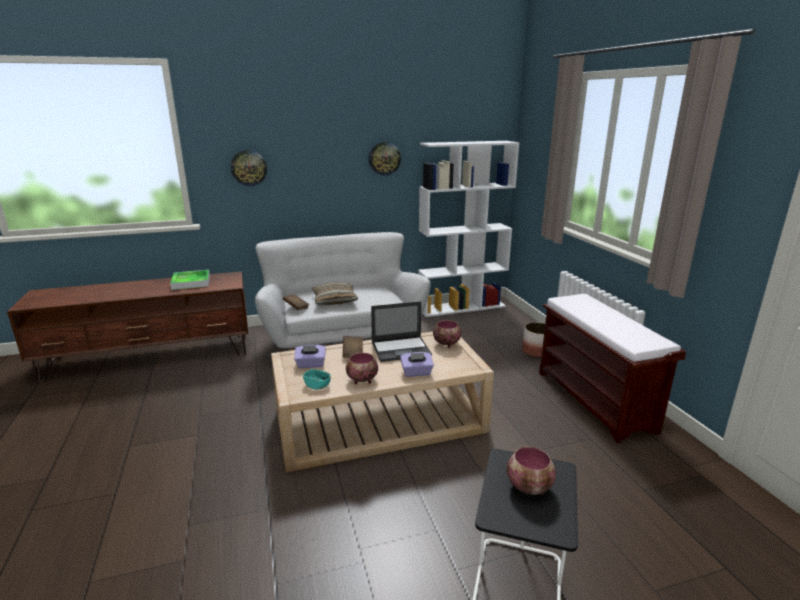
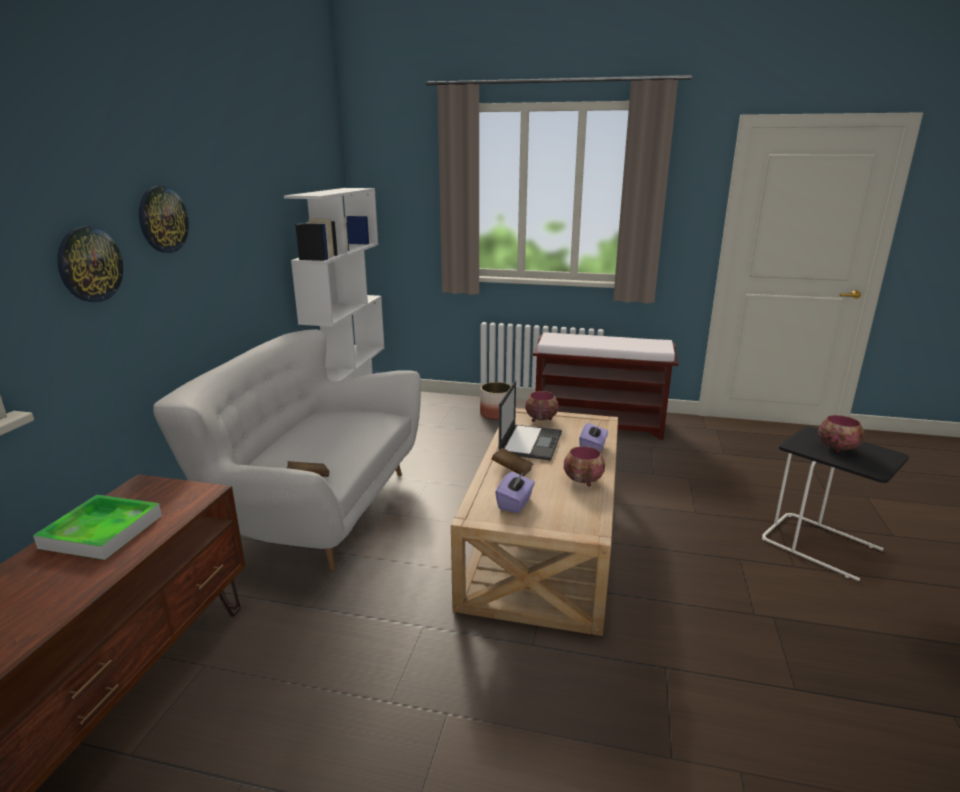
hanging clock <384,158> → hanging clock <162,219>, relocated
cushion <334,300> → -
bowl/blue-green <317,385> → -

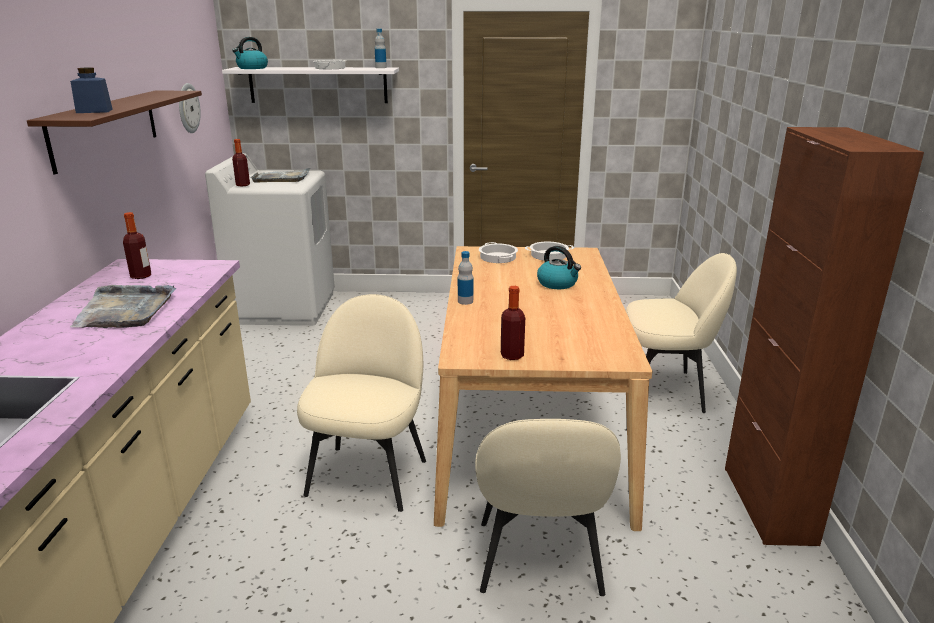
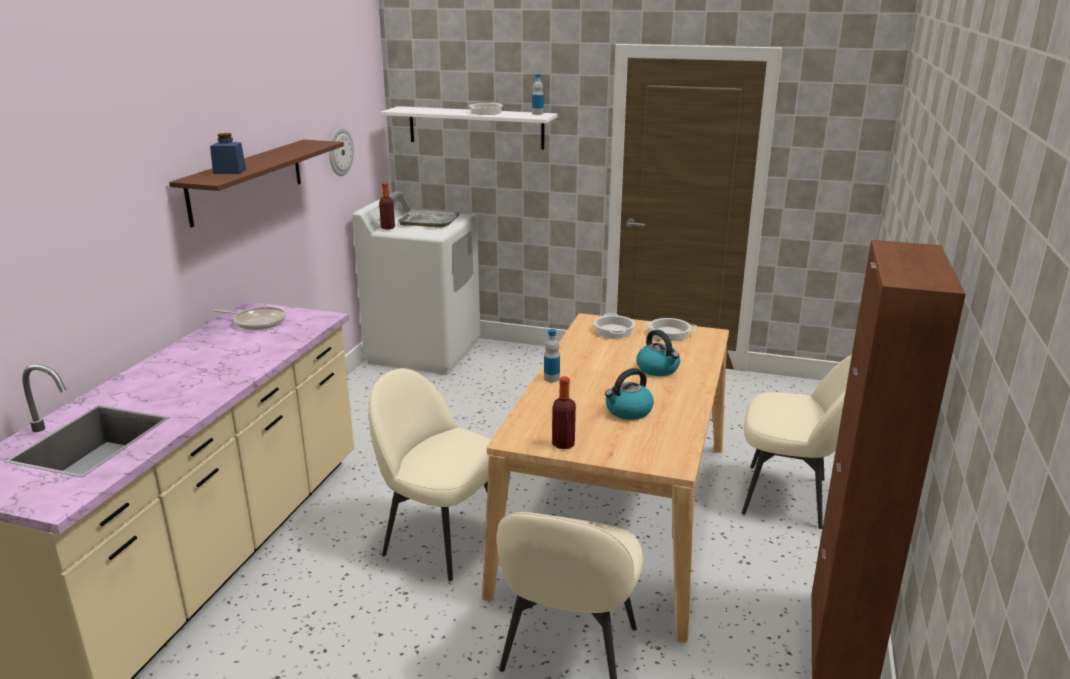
tea kettle <252,68> → tea kettle <628,411>, relocated
drink bottle <141,276> → frying pan <257,322>
serving tray/greyish <125,310> → -
plain chair/sand-coloured <368,475> → plain chair/sand-coloured <440,538>, 90 degrees counterclockwise

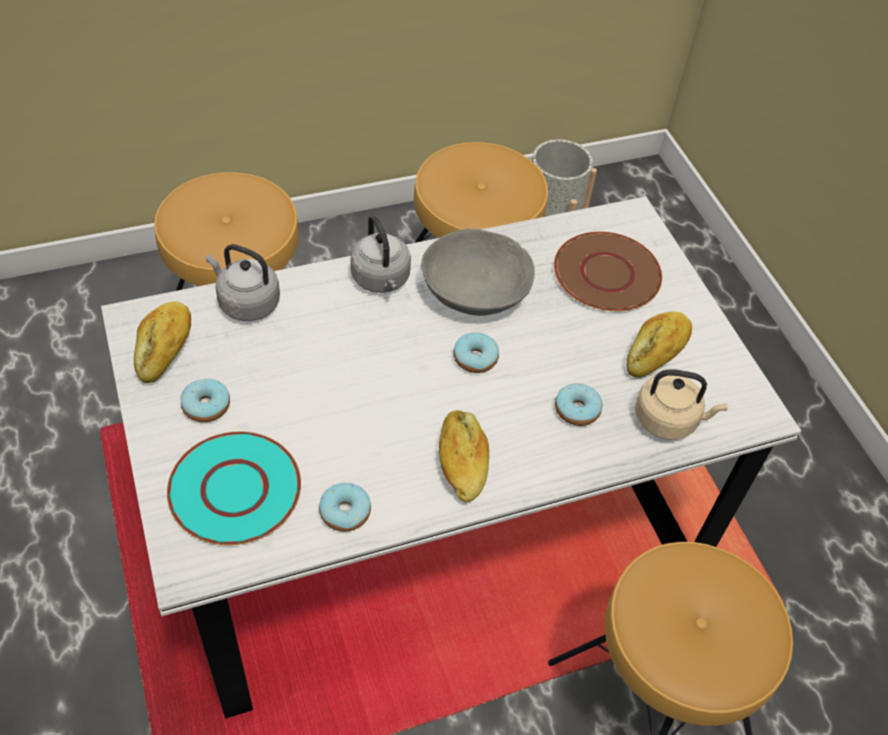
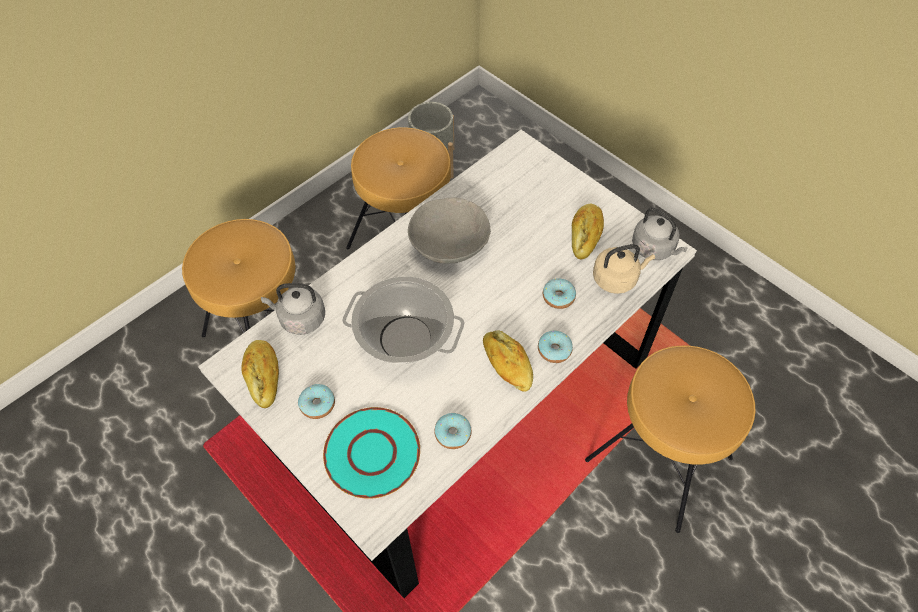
tea kettle/greyish <381,280> → tea kettle/greyish <655,248>, relocated
plate/brownish <607,274> → -
donut <475,358> → donut <554,350>, relocated
- → cooking pot <405,339>

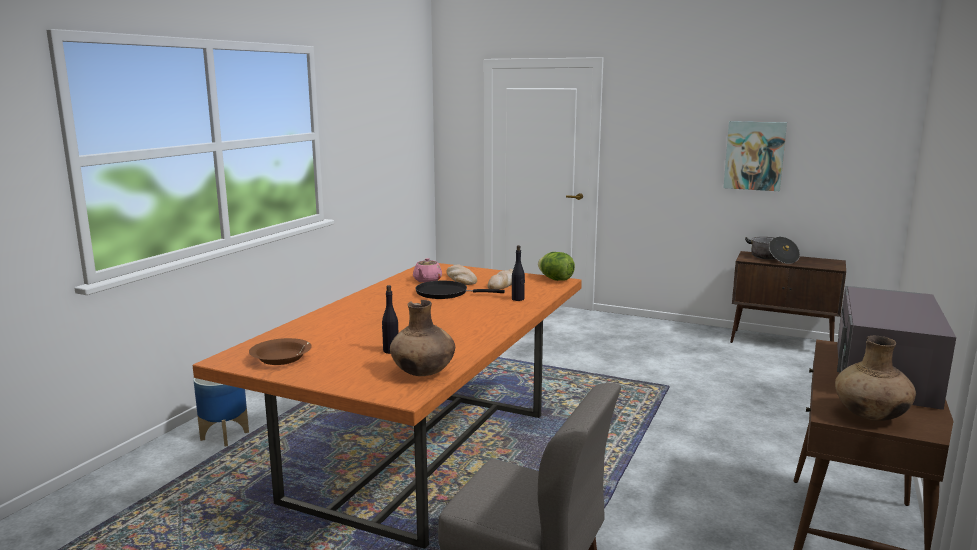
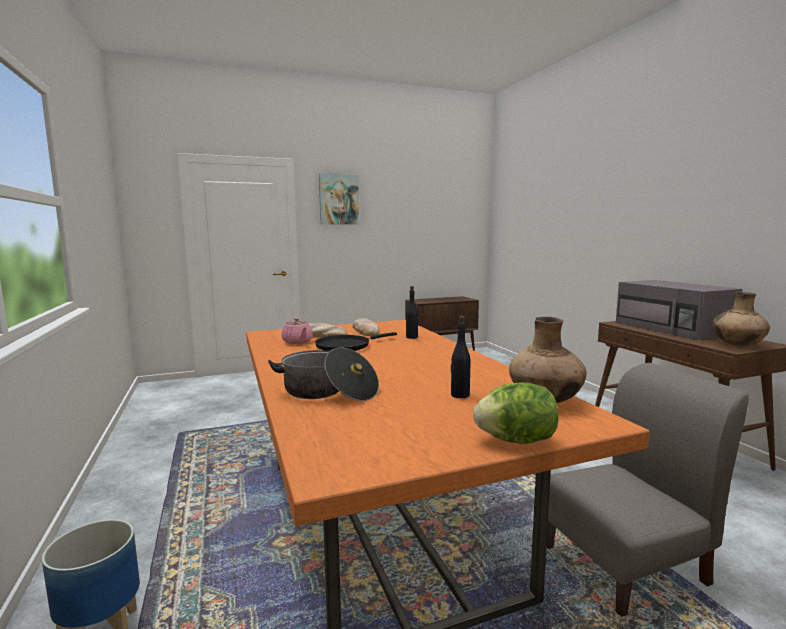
picture <754,155> → picture <339,199>, relocated
cooking pot <772,258> → cooking pot <328,392>, relocated
lettuce head <555,279> → lettuce head <516,441>, relocated
bowl/brownish <281,359> → -

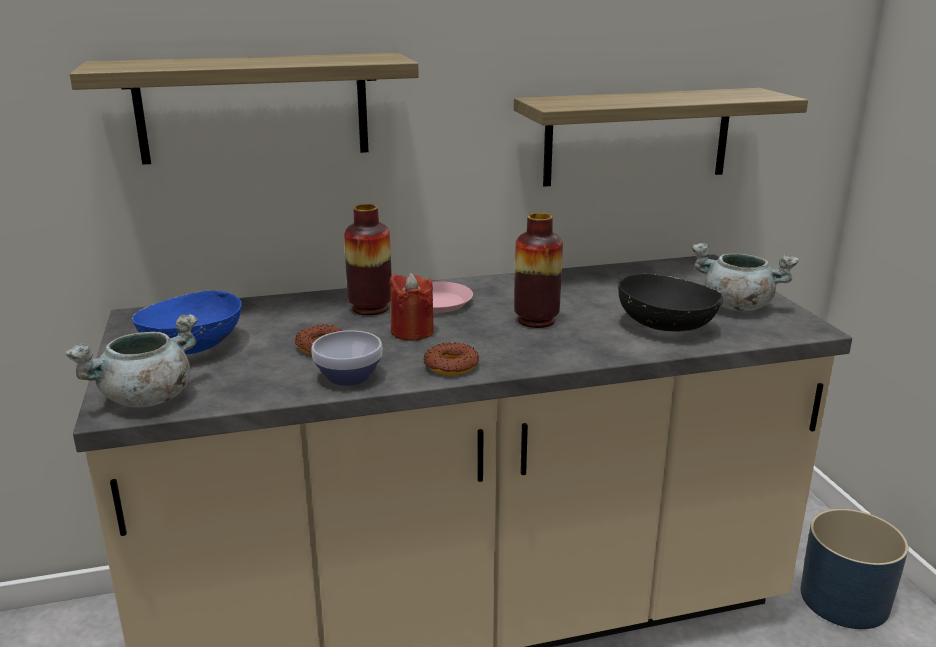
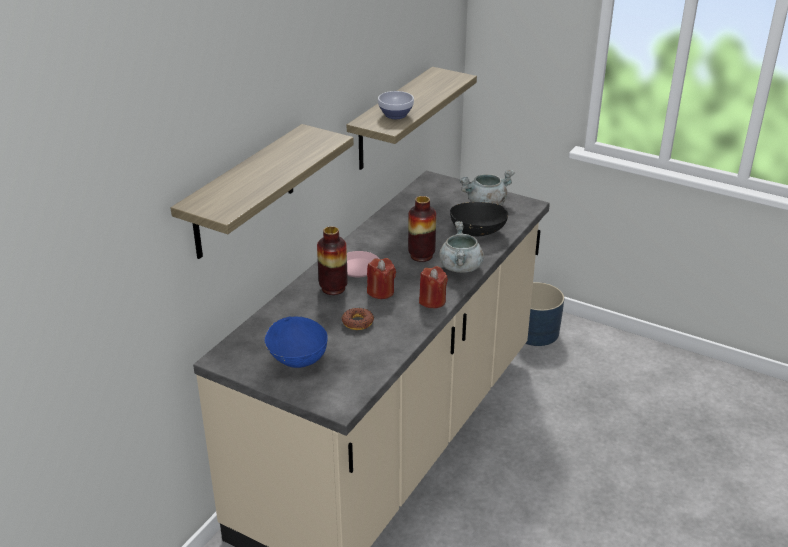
cooking pot/greyish <147,399> → cooking pot/greyish <461,268>, relocated
bowl <348,376> → bowl <395,115>, relocated
donut <451,366> → wax light/red-coloured <432,301>

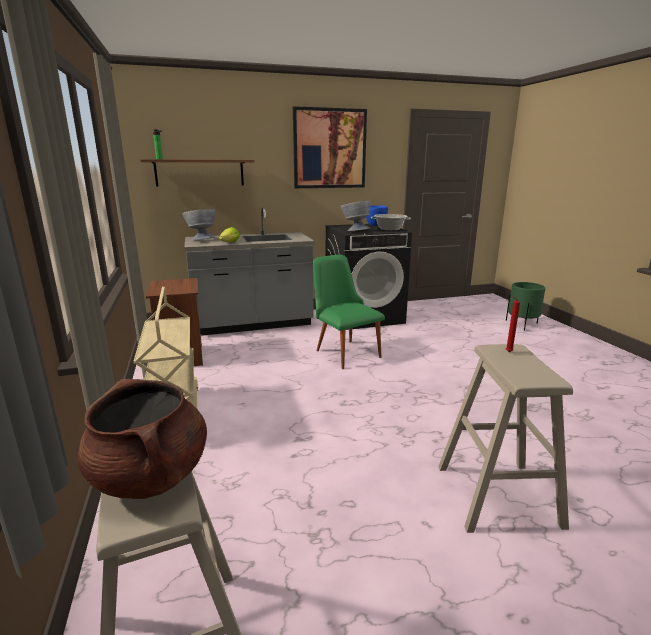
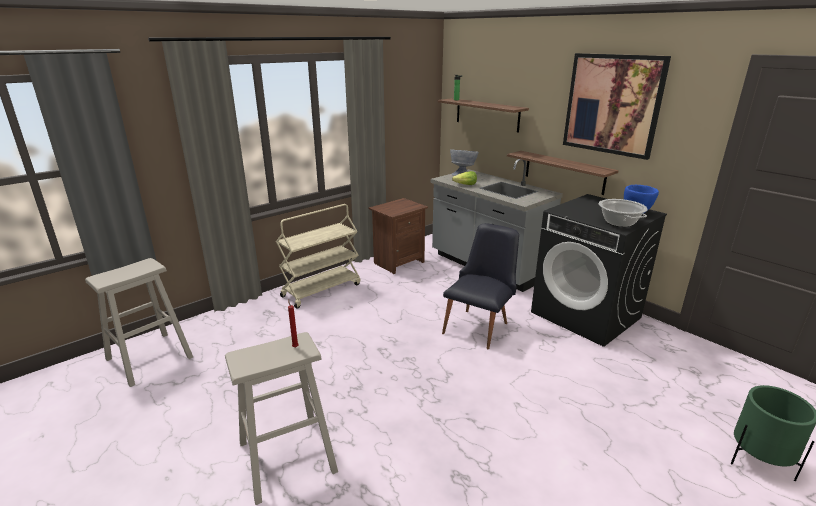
bowl/greyish <355,231> → -
plain chair/greenish <344,351> → plain chair/black <480,325>
cooking pot/brownish <151,476> → -
- → bracket shelf <564,172>

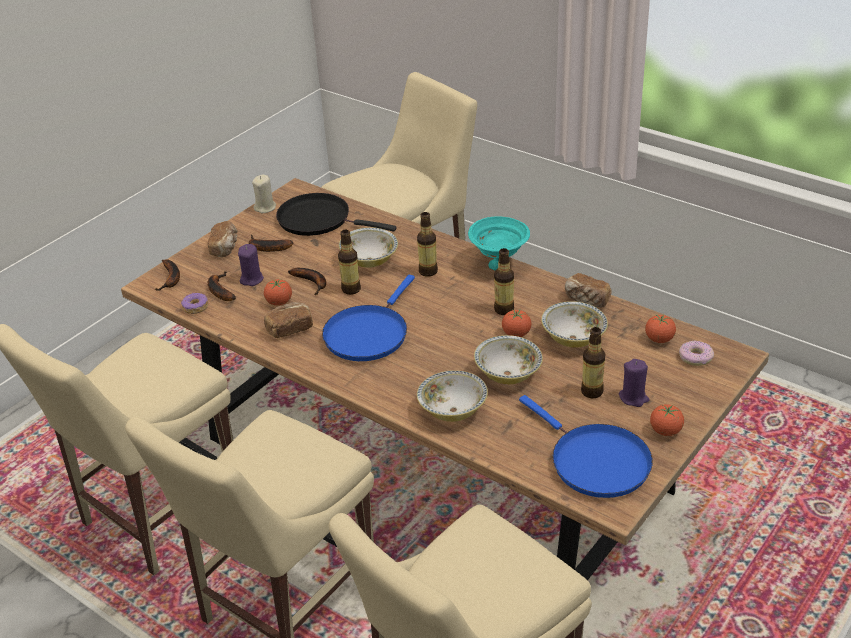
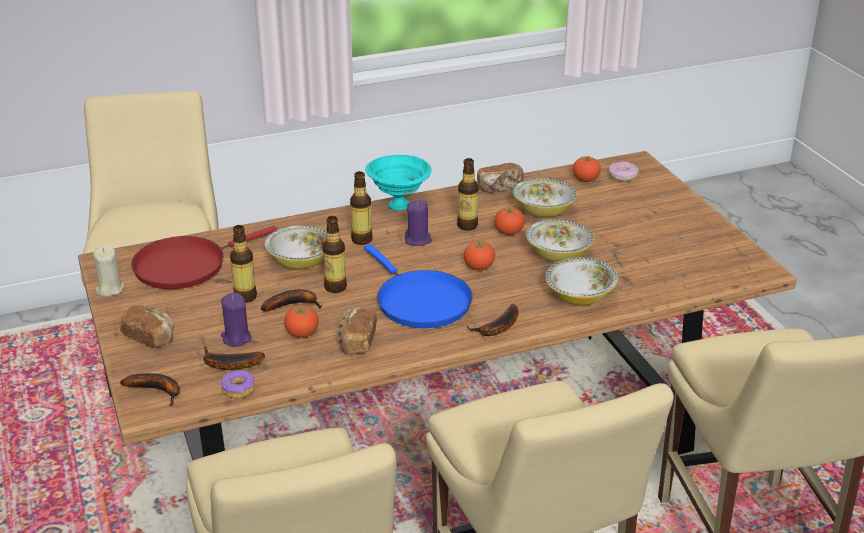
frying pan/black <319,220> → frying pan/red-coloured <185,266>
banana <266,248> → banana <498,328>, relocated
drink bottle <592,391> → drink bottle <245,297>, relocated
wax light/purple-coloured <633,398> → wax light/purple-coloured <418,240>, relocated
frying pan/blue-coloured <595,462> → -
fresh tomato <665,431> → fresh tomato <479,267>, relocated

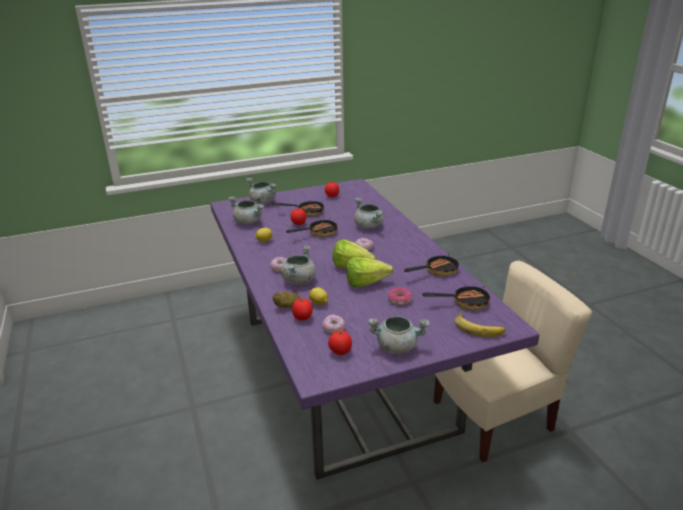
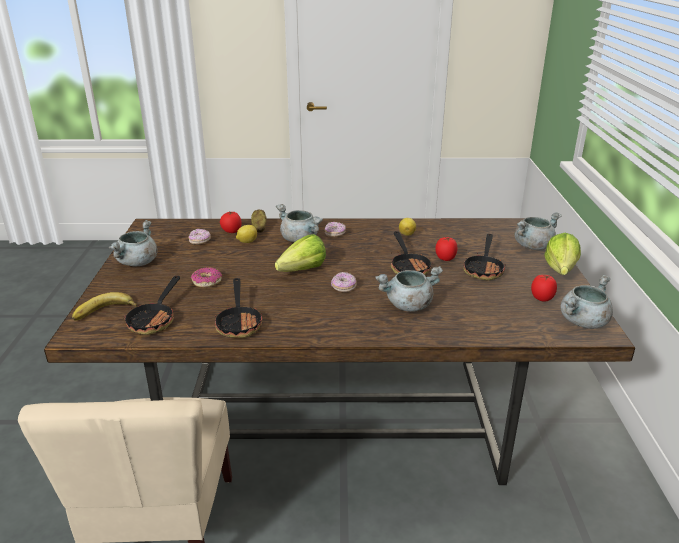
dining table/purple-coloured <343,369> → dining table/brownish <340,418>
cooking pot/greyish <249,222> → cooking pot/greyish <583,322>, relocated
lettuce head <370,283> → lettuce head <559,272>, relocated
fresh tomato <340,352> → -

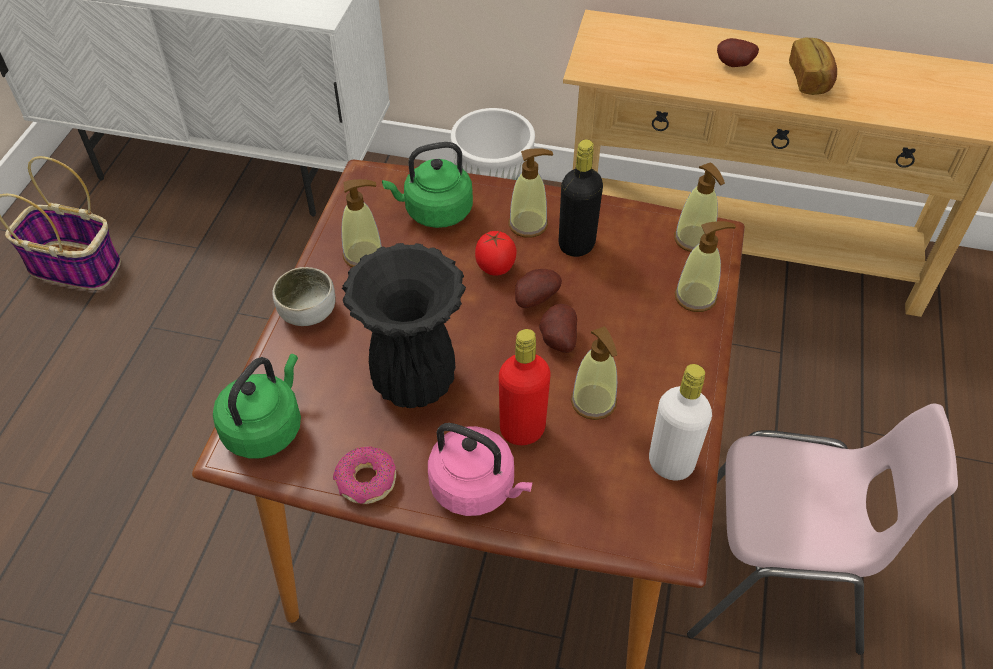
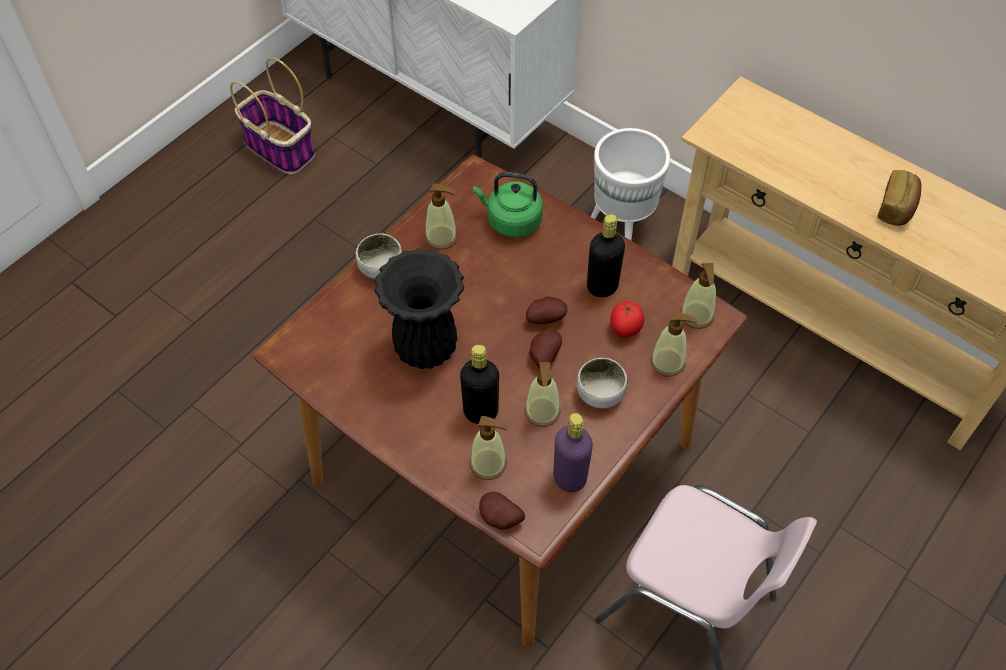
whole potato <734,65> → whole potato <499,520>, relocated
soap bottle <528,224> → soap bottle <488,464>, relocated
fresh tomato <495,268> → fresh tomato <624,330>, relocated
drink bottle/red-coloured <522,430> → drink bottle/black <480,412>
tea kettle/greenish <266,427> → -
drink bottle/white-coloured <671,463> → drink bottle/purple-coloured <569,478>
tea kettle/pinkish <476,488> → -
donut <366,481> → -
- → bowl <600,393>

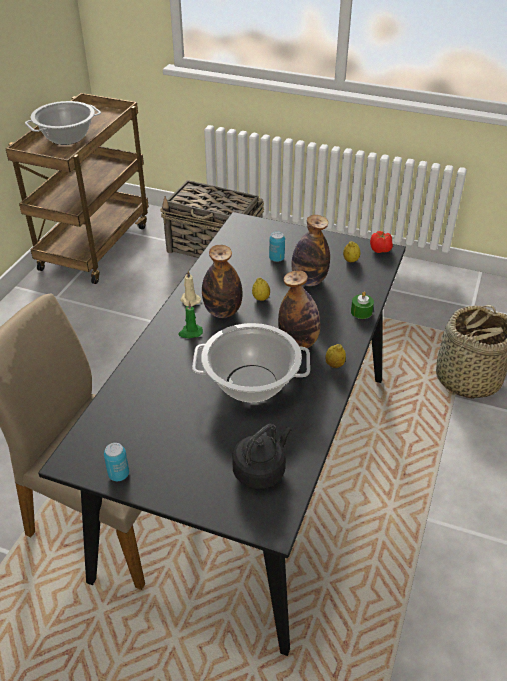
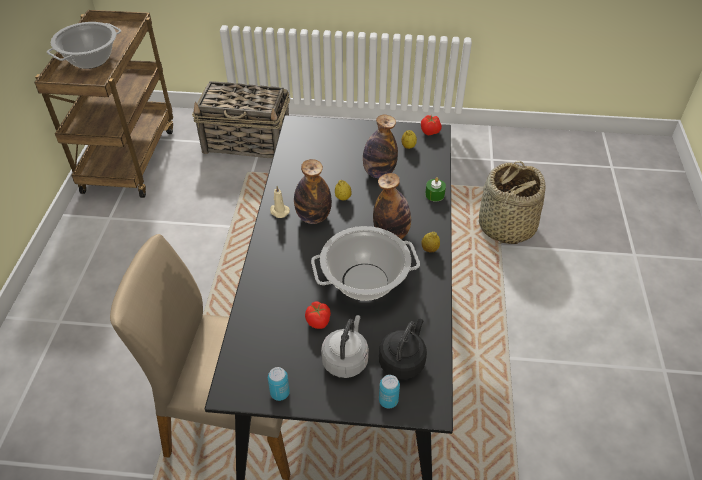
metal can <276,258> → metal can <388,401>, relocated
wax light/greenish <190,332> → -
- → fresh tomato <318,321>
- → tea kettle/greyish <346,359>

